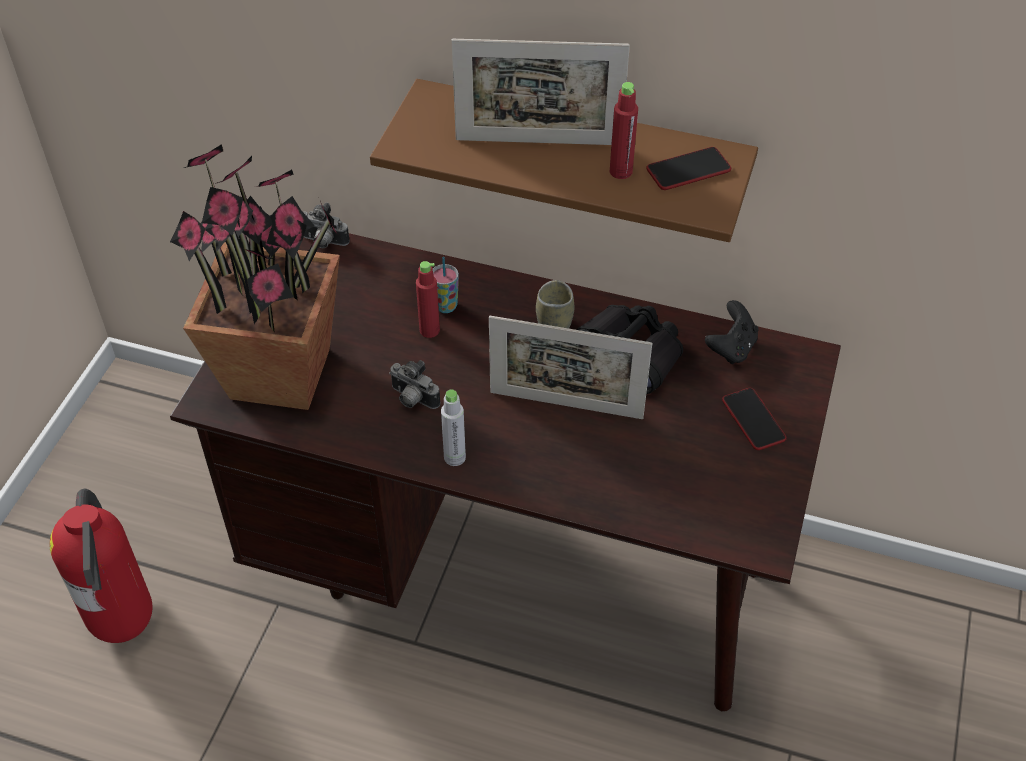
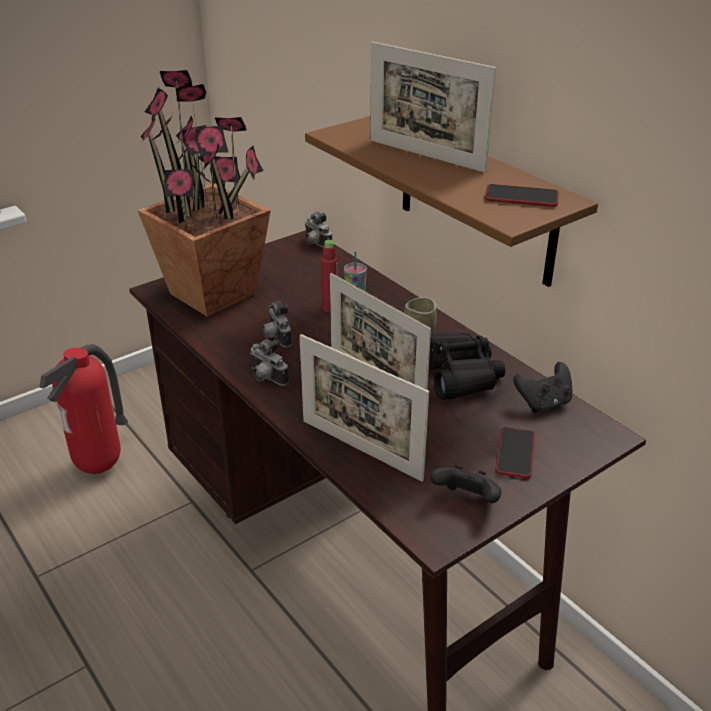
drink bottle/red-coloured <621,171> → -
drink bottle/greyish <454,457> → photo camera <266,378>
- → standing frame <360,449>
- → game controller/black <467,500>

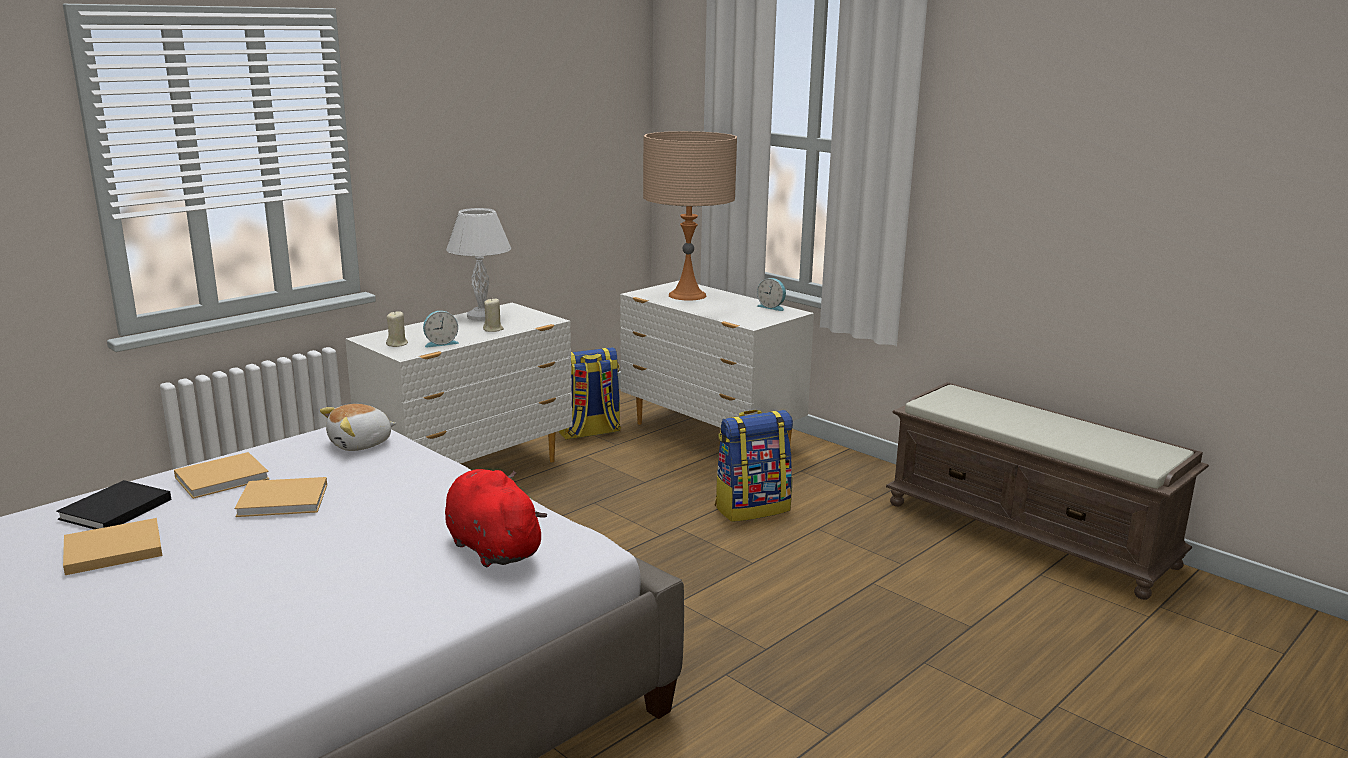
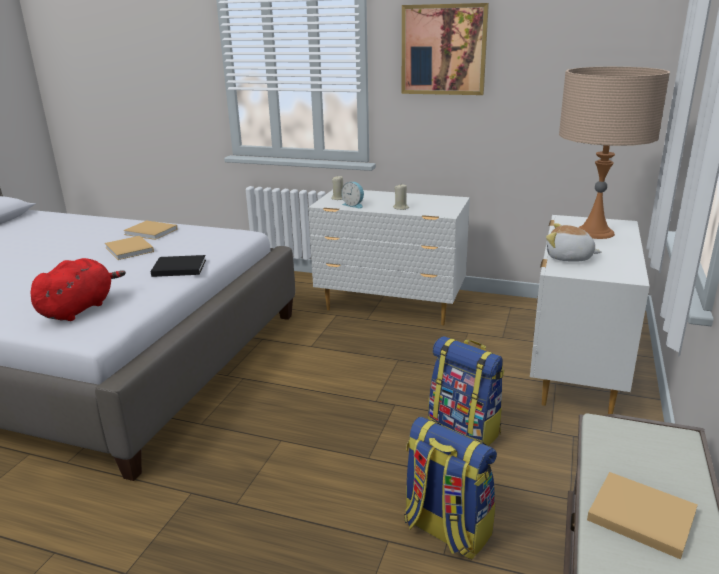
tabletop lamp/white-coloured <482,317> → -
bedside clock <772,307> → -
backpack <588,432> → backpack <445,530>, relocated
soft toy <361,444> → soft toy <569,258>, relocated
bound book/black <113,510> → bound book/black <177,268>, relocated
bound book/sand-coloured <110,550> → bound book/sand-coloured <638,515>, relocated
- → picture <443,50>

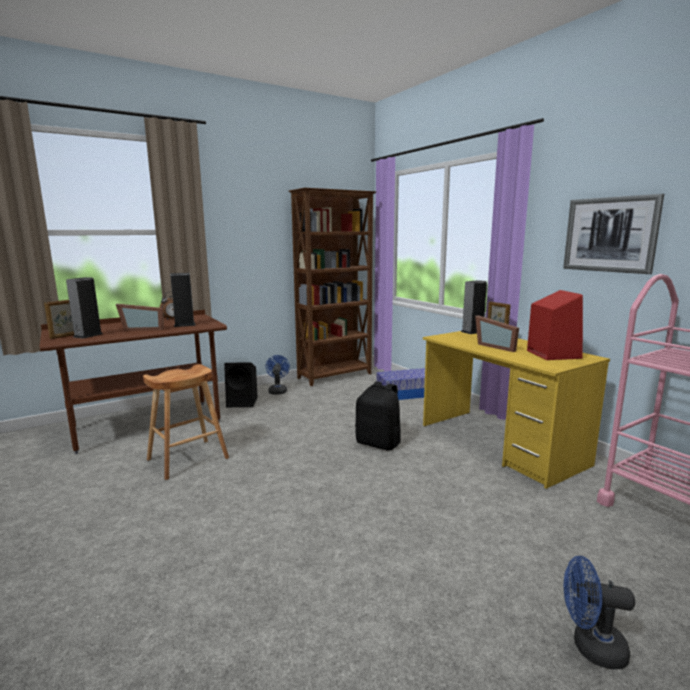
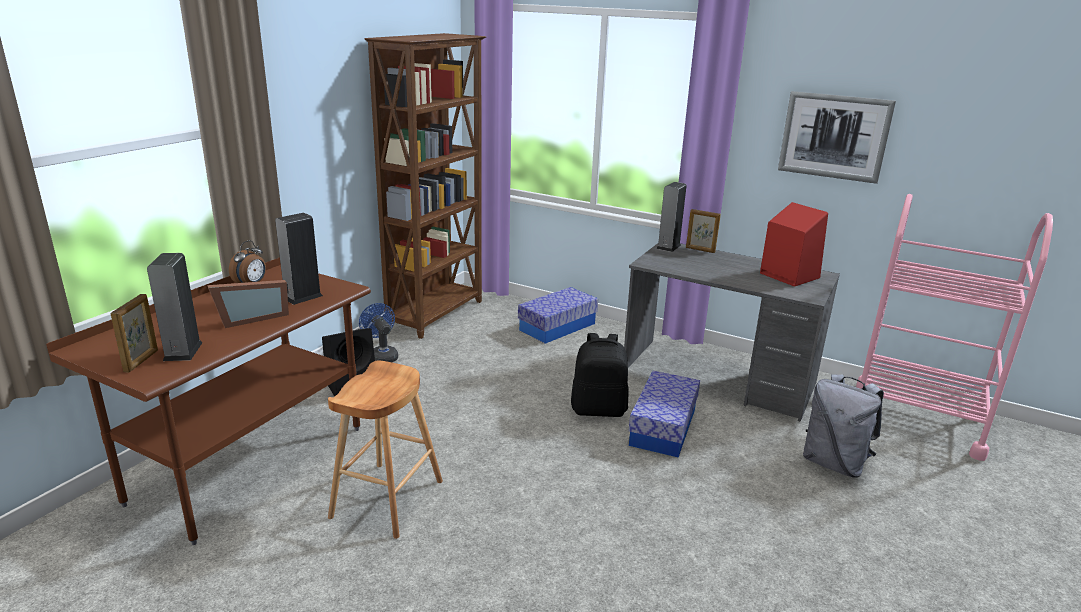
standing frame <497,346> → -
desk/yellow <500,444> → desk/greyish <718,378>
electric fan/blue-coloured <590,646> → -
- → storage container <663,427>
- → backpack/greyish <834,463>

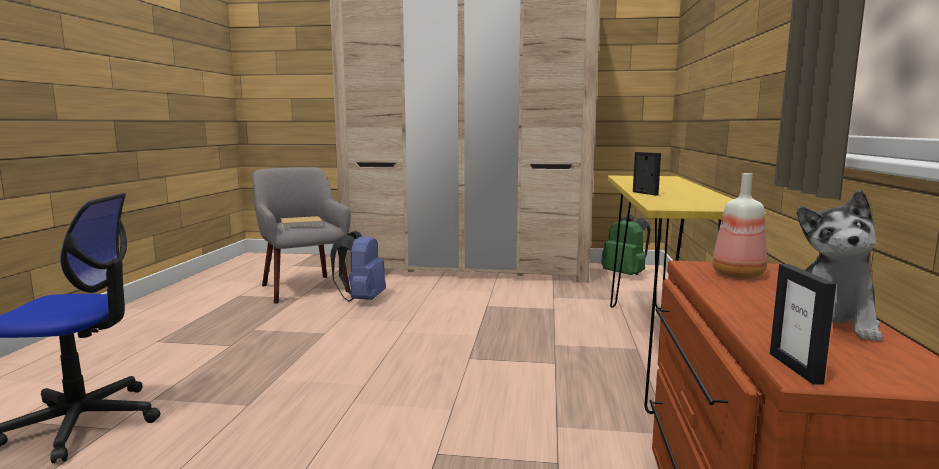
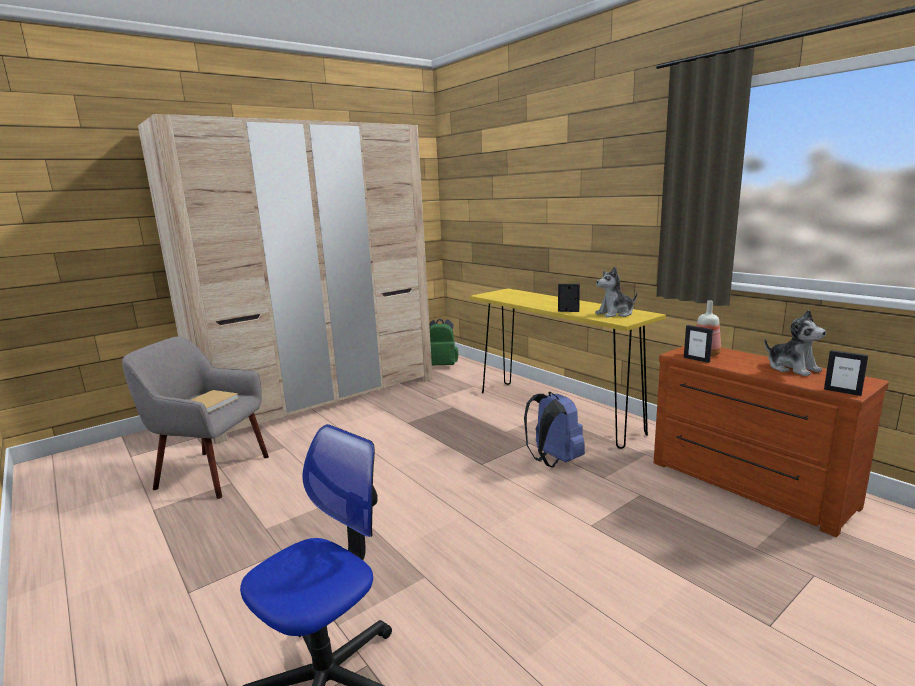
backpack/blue-coloured <362,300> → backpack/blue-coloured <553,460>, relocated
- → soft toy <615,314>
- → standing frame <696,359>

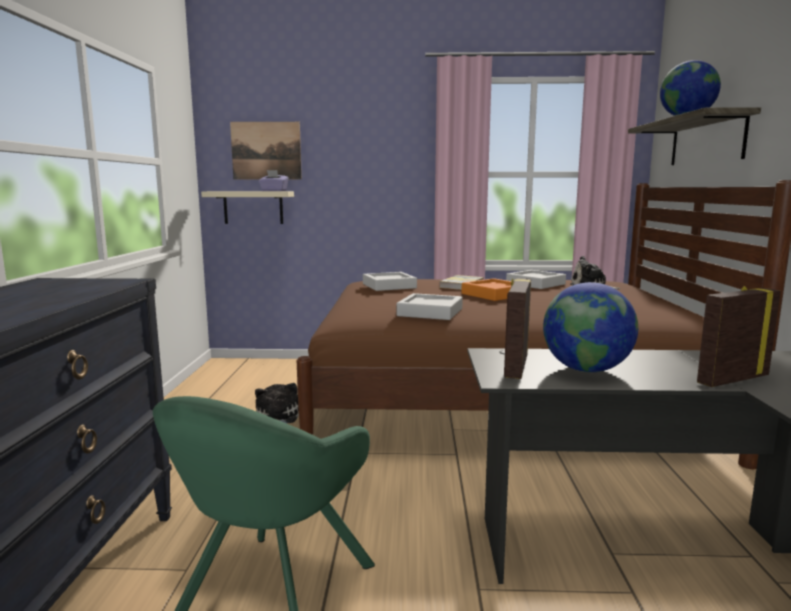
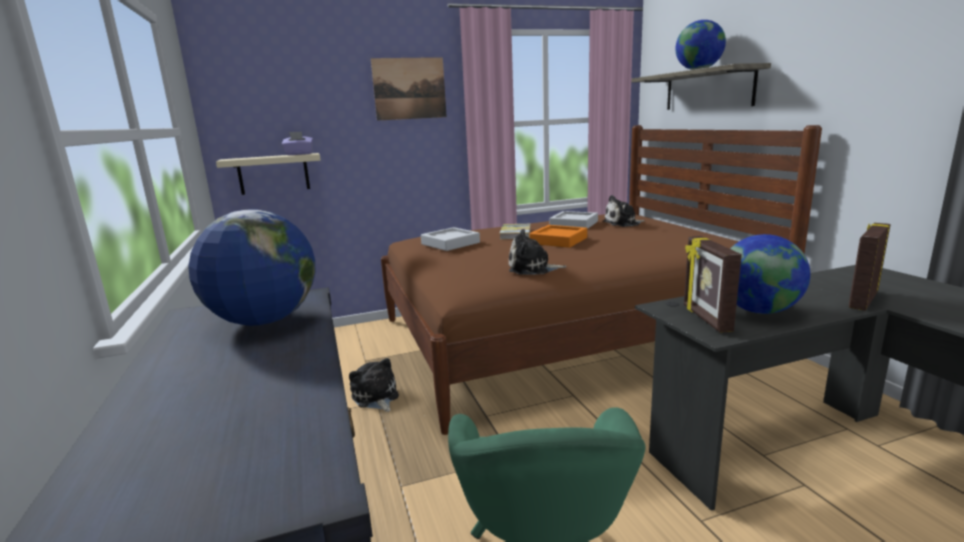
picture <266,150> → picture <409,88>, relocated
serving tray/greyish <430,312> → soft toy <532,268>
- → world globe <264,321>

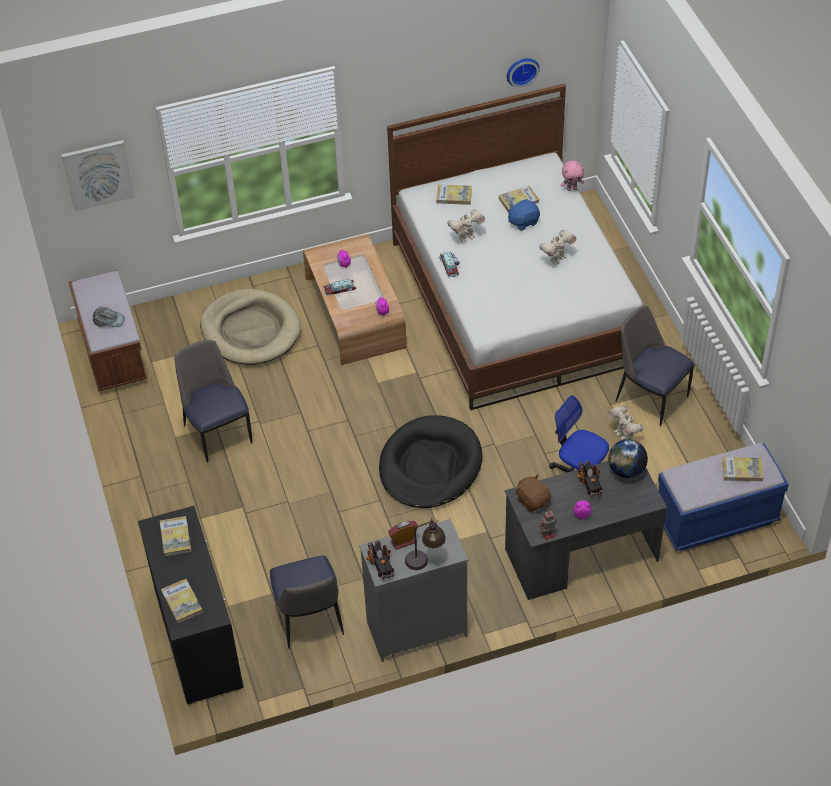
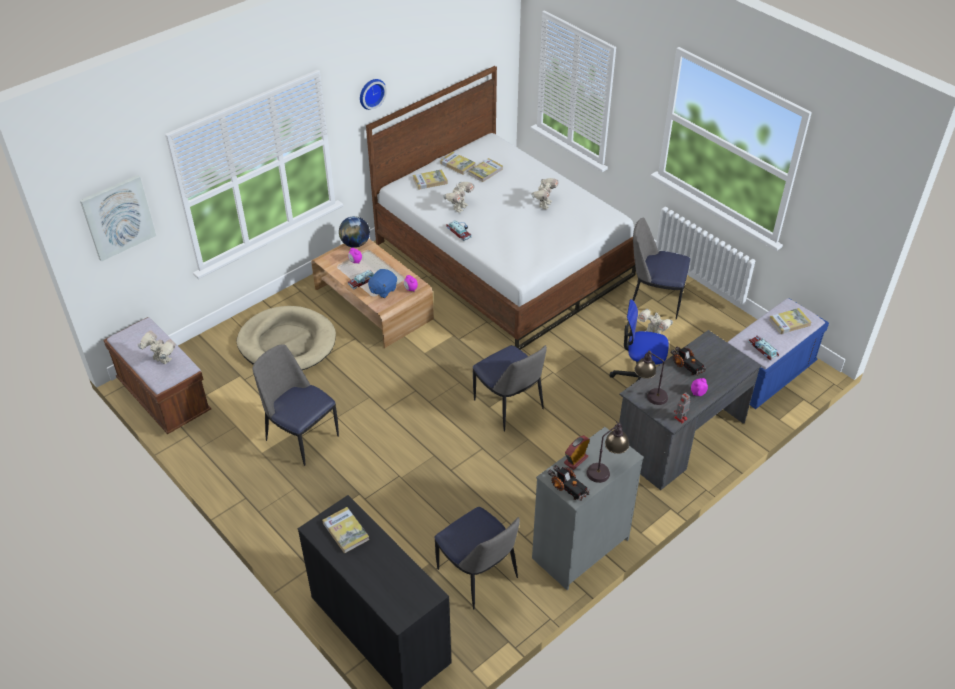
hanging clock <521,70> → hanging clock <371,93>, relocated
soft toy/pinkish <572,189> → -
soft toy/blue-coloured <523,221> → soft toy/blue-coloured <382,290>, relocated
baseball cap/greyish <108,320> → toy robot <161,360>
dog bed/black <430,466> → plain chair <509,406>
world globe <626,470> → world globe <355,244>, relocated
soft toy/brownish <532,501> → tabletop lamp <649,394>
bound book <182,602> → bound book <457,164>, relocated
- → toy car <762,350>

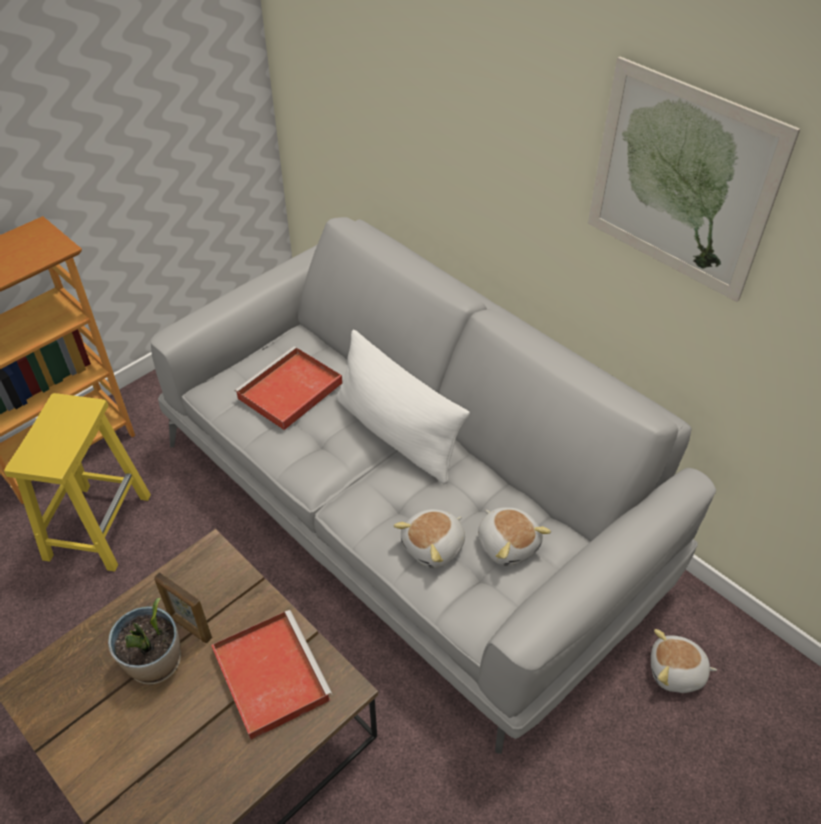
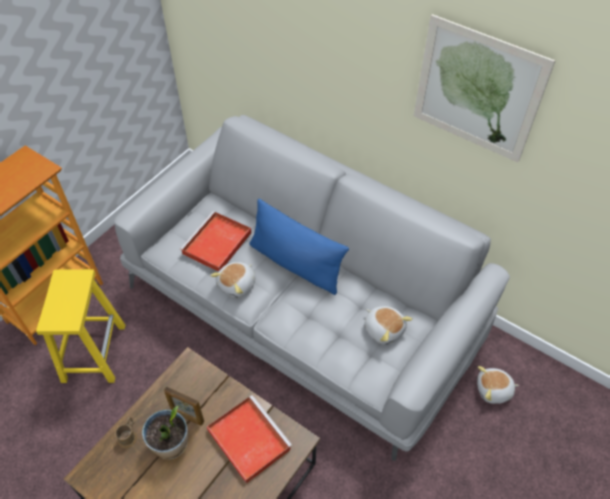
cushion/white-coloured <396,434> → cushion/blue-coloured <295,264>
soft toy <434,547> → soft toy <237,285>, relocated
- → tea mug/brownish <128,436>

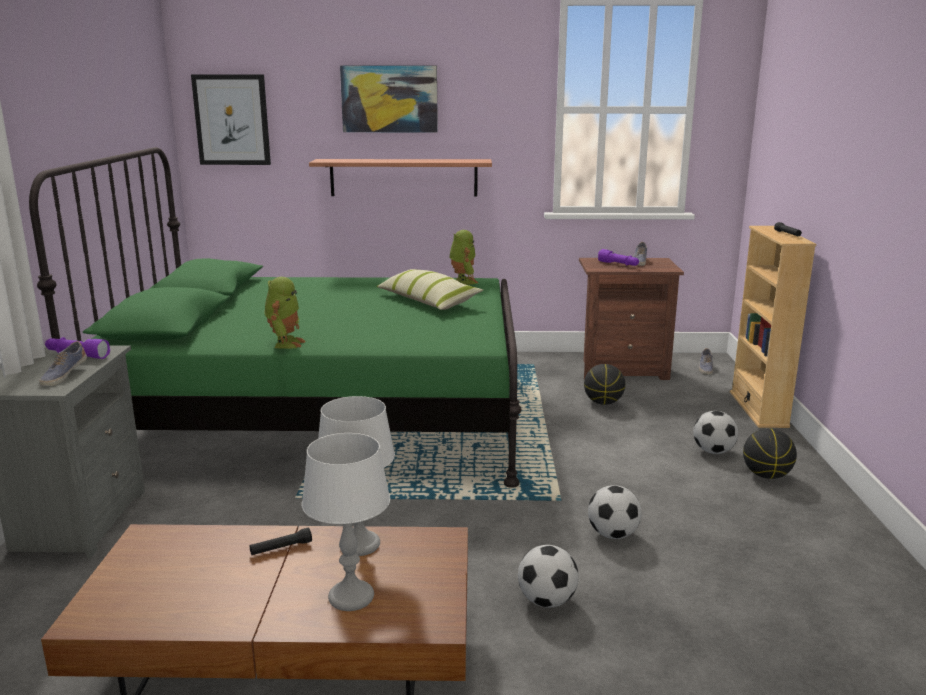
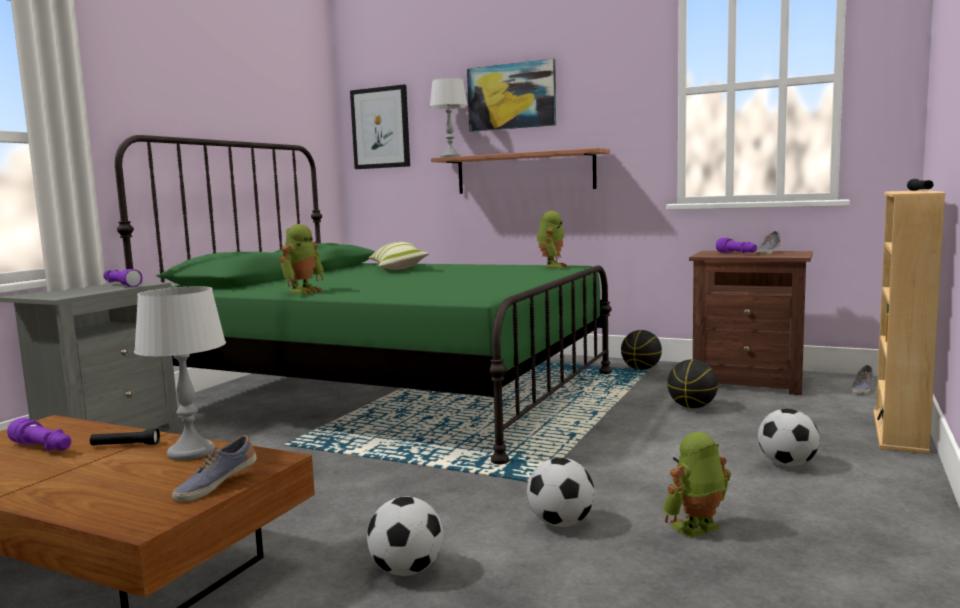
cushion <428,301> → cushion <397,268>, relocated
shoe <63,375> → shoe <215,485>, relocated
ball for basketball <766,475> → ball for basketball <641,369>, relocated
tabletop lamp/greyish <351,597> → tabletop lamp/greyish <451,157>, relocated
- → torch/purple-coloured <43,448>
- → toy robot <697,529>

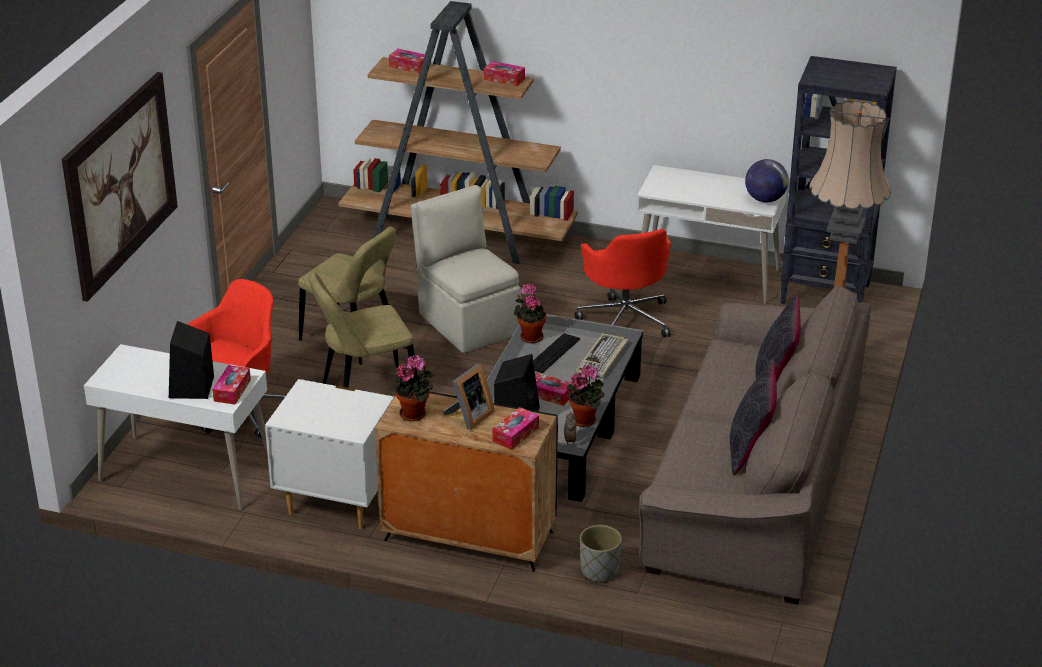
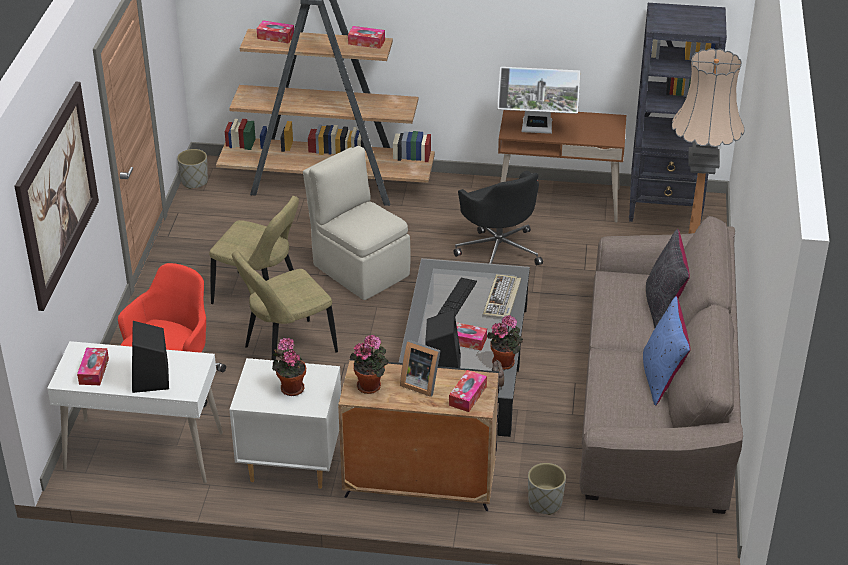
world globe <765,199> → -
desk/white-coloured <707,276> → desk/brownish <558,201>
office chair/red-coloured <625,319> → office chair/black <498,251>
houseplant <530,336> → houseplant <290,388>, relocated
cushion/black <750,449> → cushion/blue-coloured <662,377>
standing frame <469,417> → standing frame <420,383>, 90 degrees clockwise
tissue box <232,390> → tissue box <94,371>, relocated
- → computer screen <536,132>
- → flower pot/greyish <194,181>

